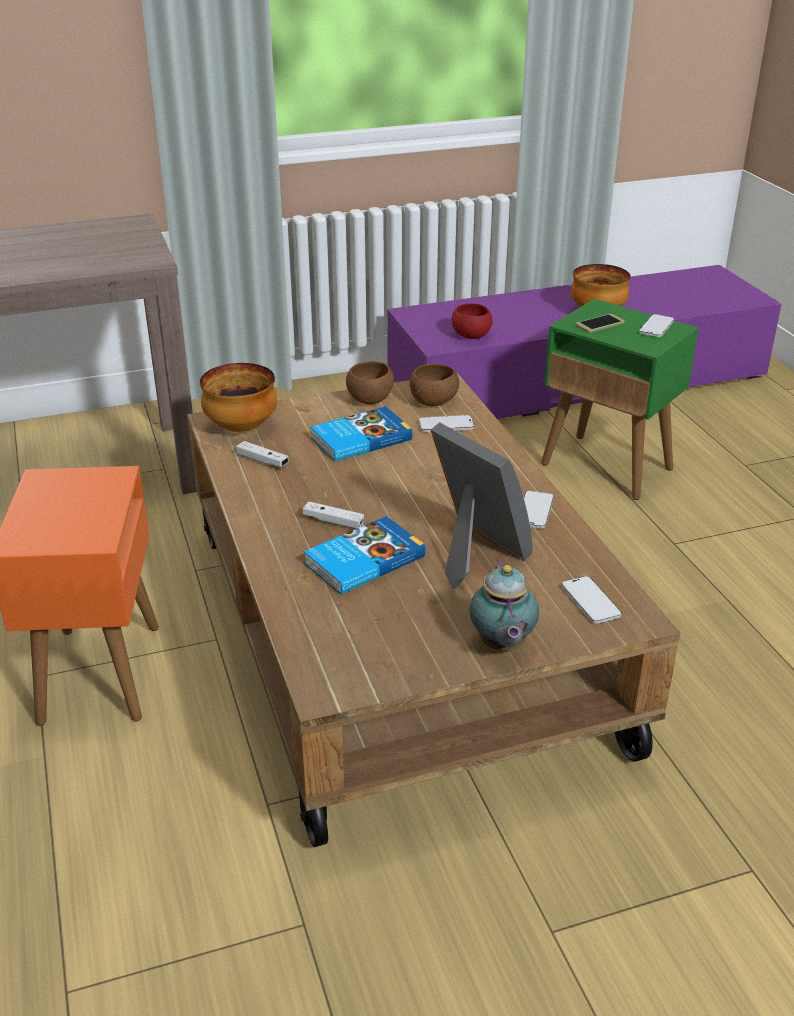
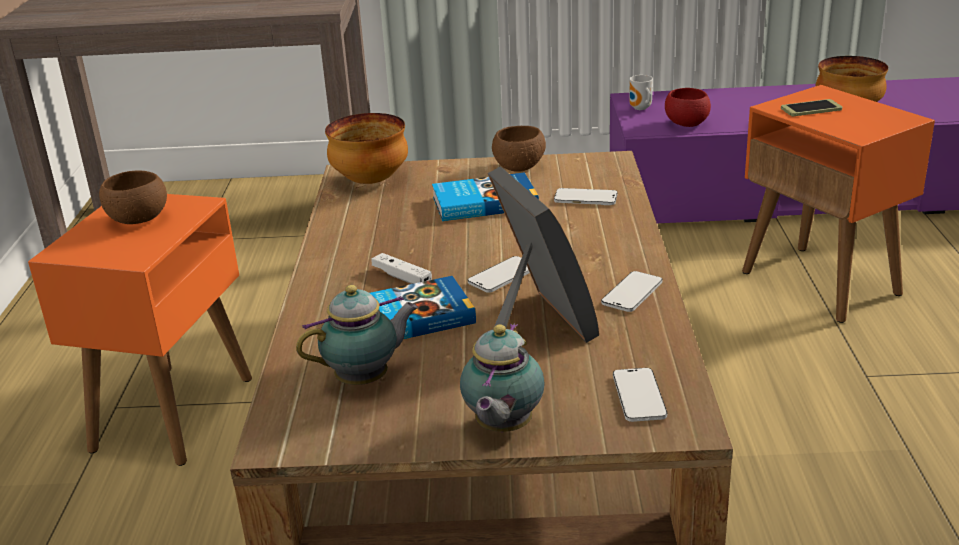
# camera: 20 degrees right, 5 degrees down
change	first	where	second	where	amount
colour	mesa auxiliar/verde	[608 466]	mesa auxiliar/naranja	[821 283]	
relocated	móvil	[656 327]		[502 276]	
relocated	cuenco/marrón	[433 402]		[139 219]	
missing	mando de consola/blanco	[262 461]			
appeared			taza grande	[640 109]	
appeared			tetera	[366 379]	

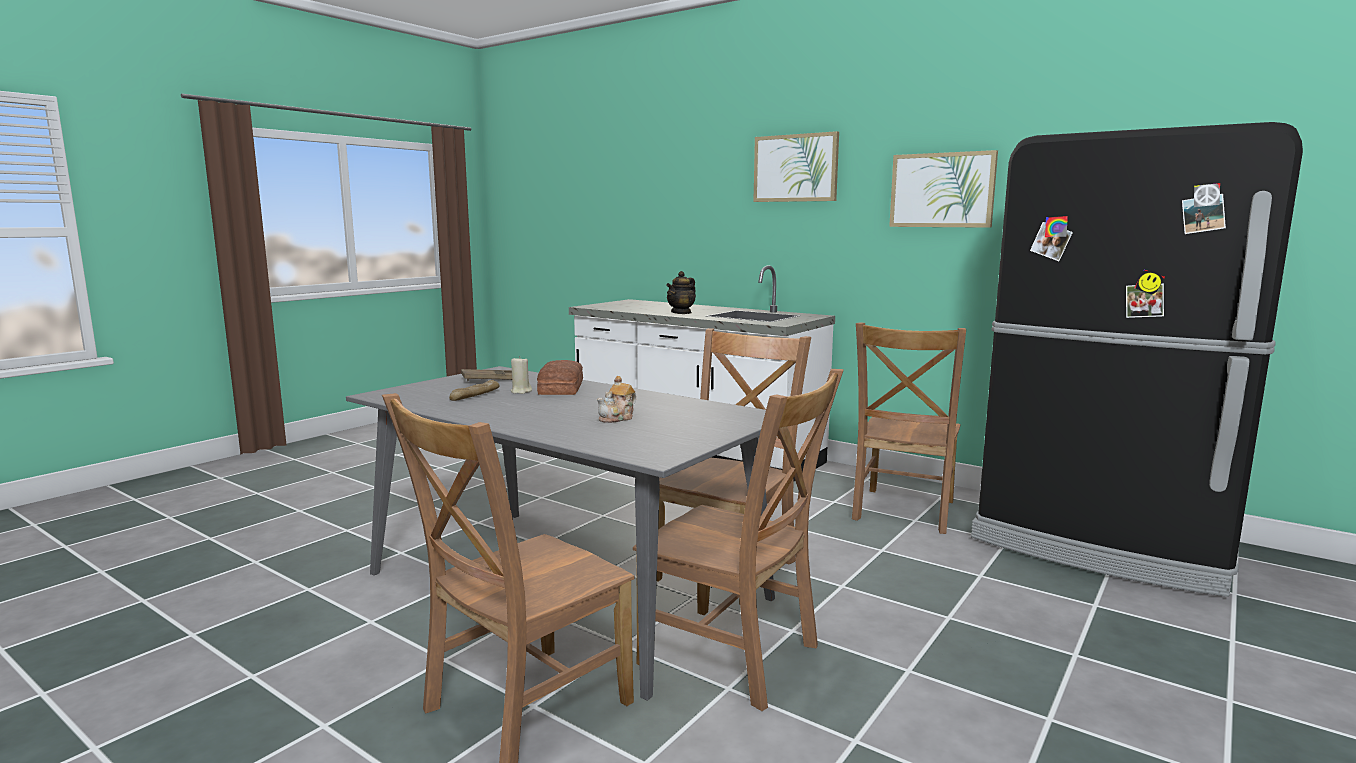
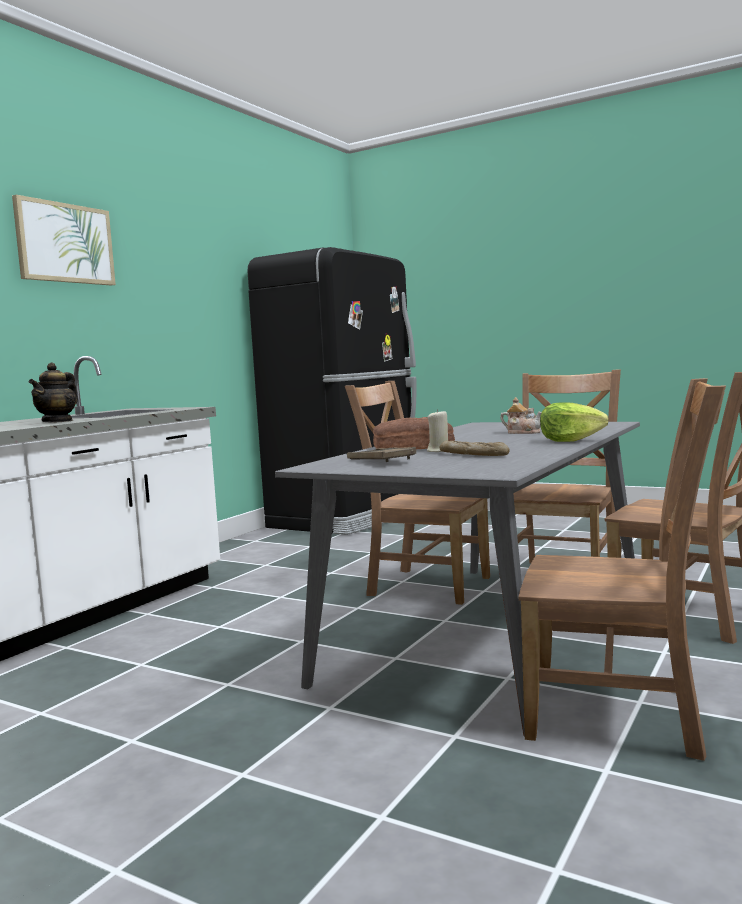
# camera: 95 degrees left, 5 degrees down
change	first	where	second	where	amount
missing	cuadro	[942 190]			
spun	tetera	[681 313]		[58 421]	75 degrees clockwise
relocated	silla/marrón	[903 512]		[622 715]	
appeared			lechuga	[570 440]	

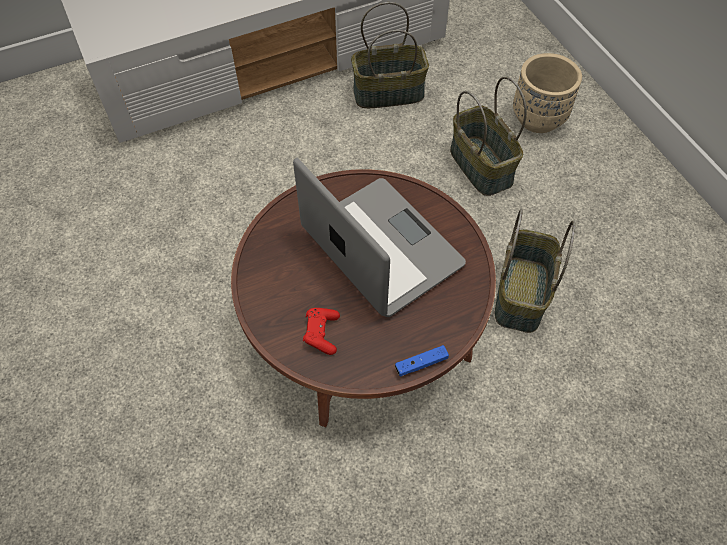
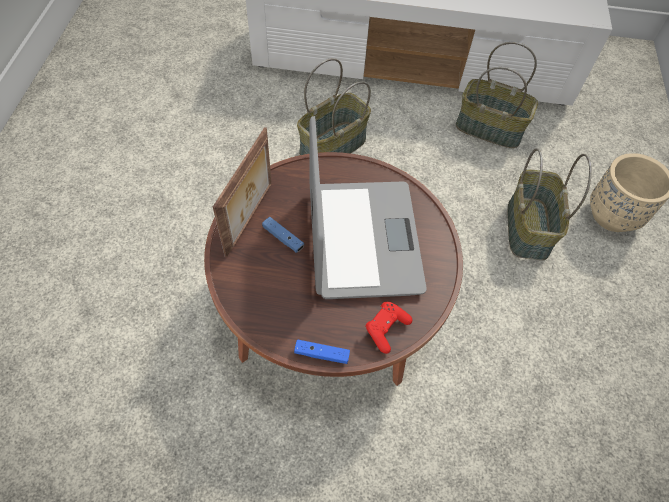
# camera: 30 degrees right, 0 degrees up
change	first	where	second	where	amount
relocated	cesta	[522 295]		[333 147]	
relocated	mando de consola/rojo	[321 334]		[386 329]	
appeared			portarretratos	[250 218]	
appeared			mando de consola/azul	[283 238]	

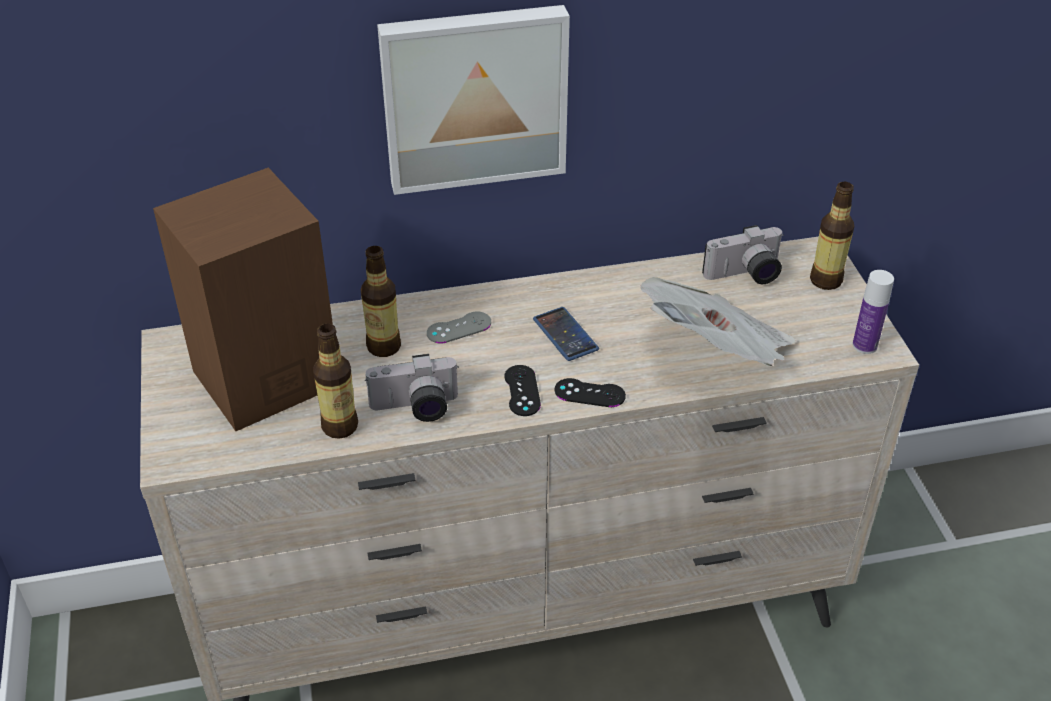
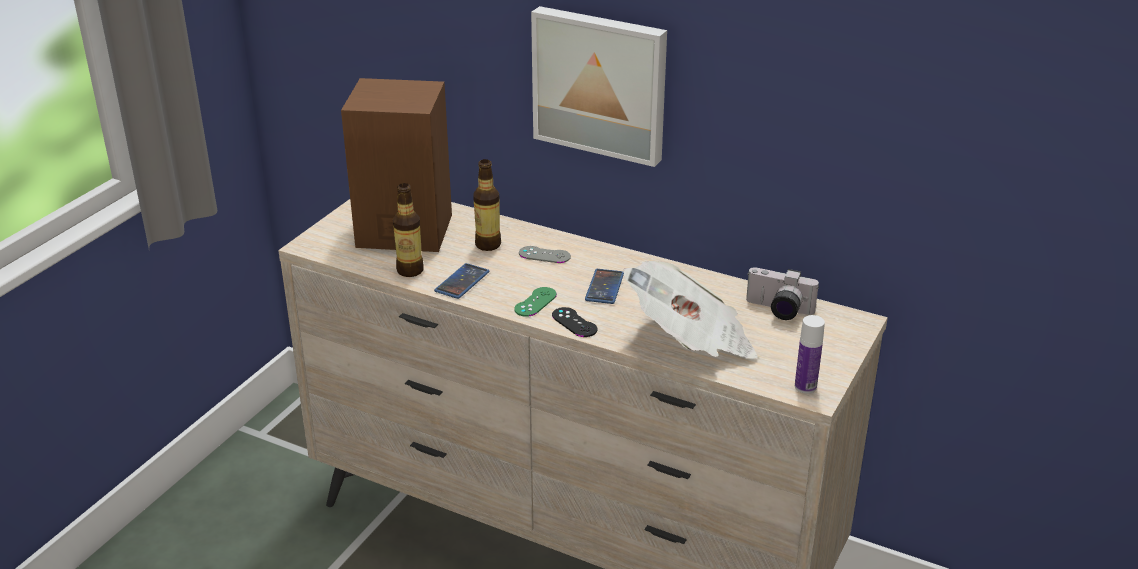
# camera: 40 degrees right, 10 degrees down
change	first	where	second	where	amount
missing	botella	[825 280]			
exchanged	cámara	[415 408]	móvil	[462 282]	
colour	mando de consola/negro	[522 391]	mando de consola/verde	[535 302]	

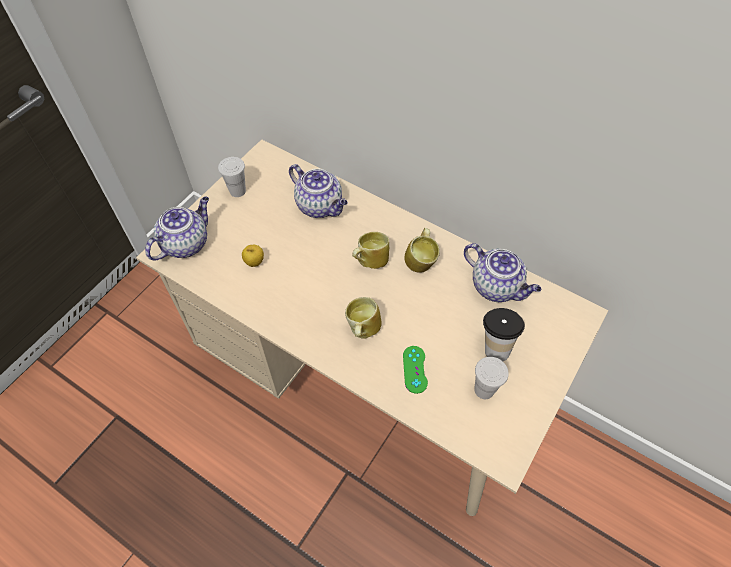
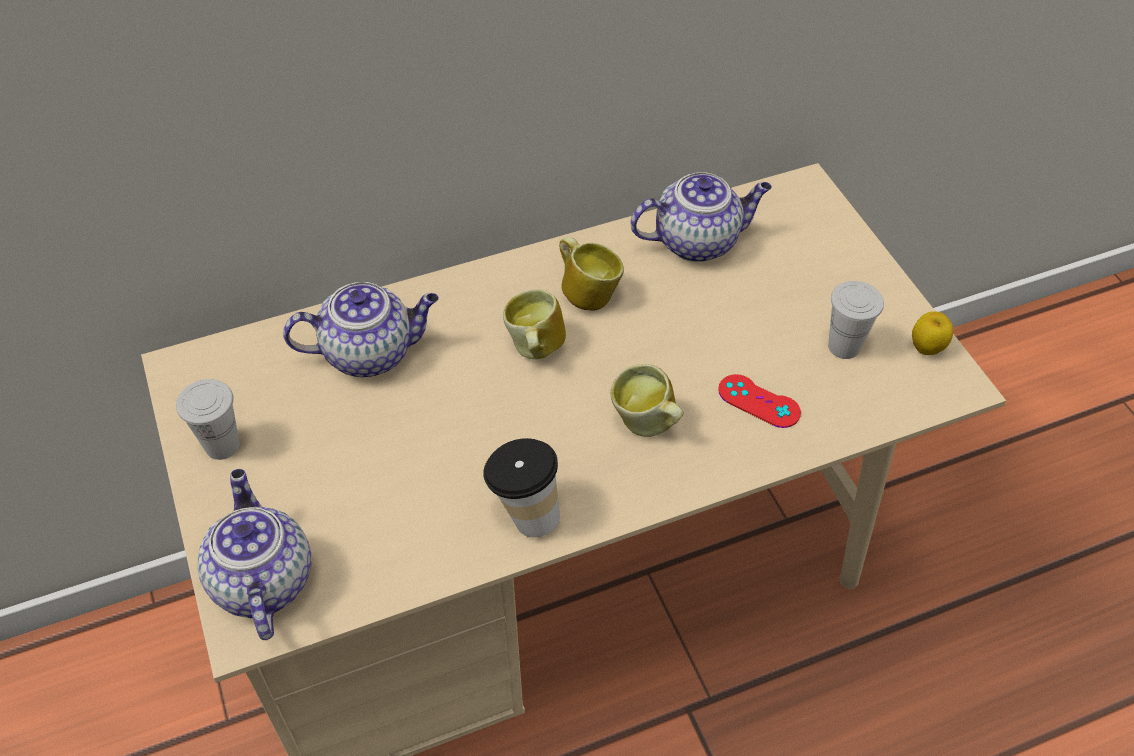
# camera: 55 degrees left, 5 degrees down
change	first	where	second	where	amount
relocated	manzana	[255 263]		[926 348]	
relocated	taza	[495 346]		[525 514]	
colour	mando de consola/verde	[415 369]	mando de consola/rojo	[759 401]	

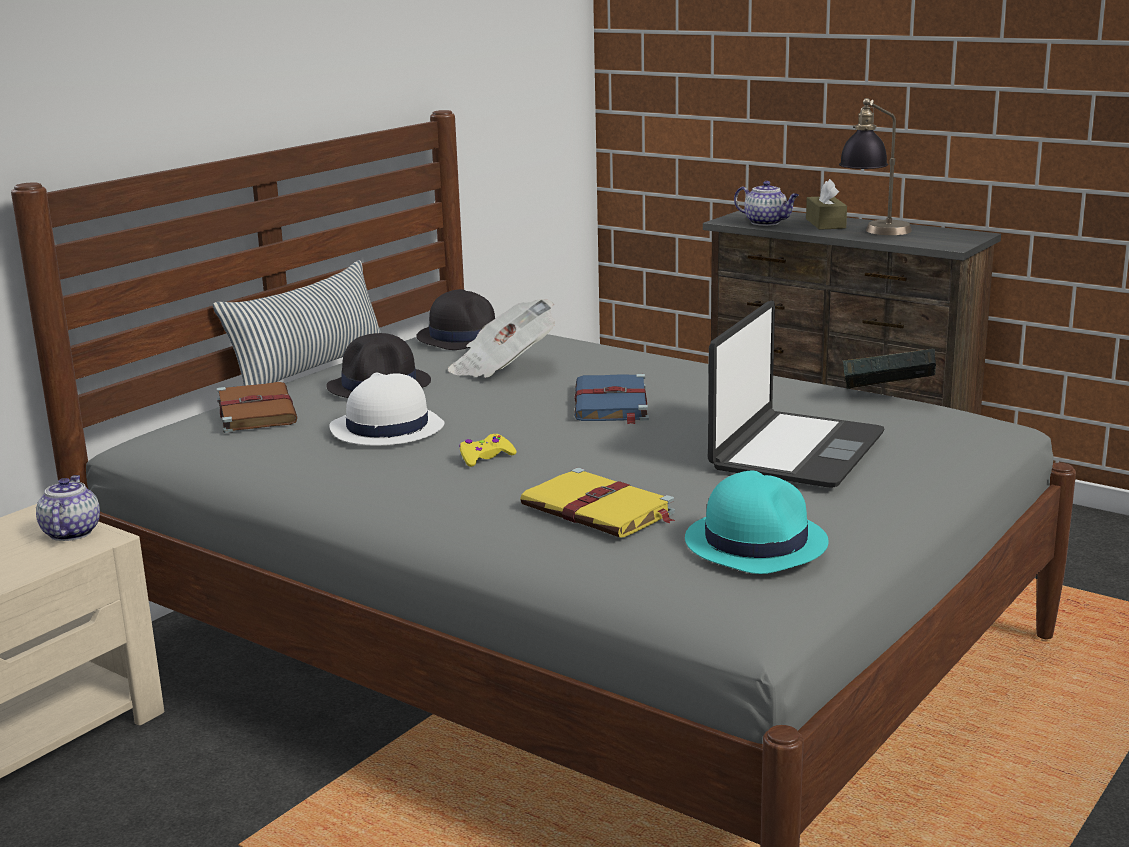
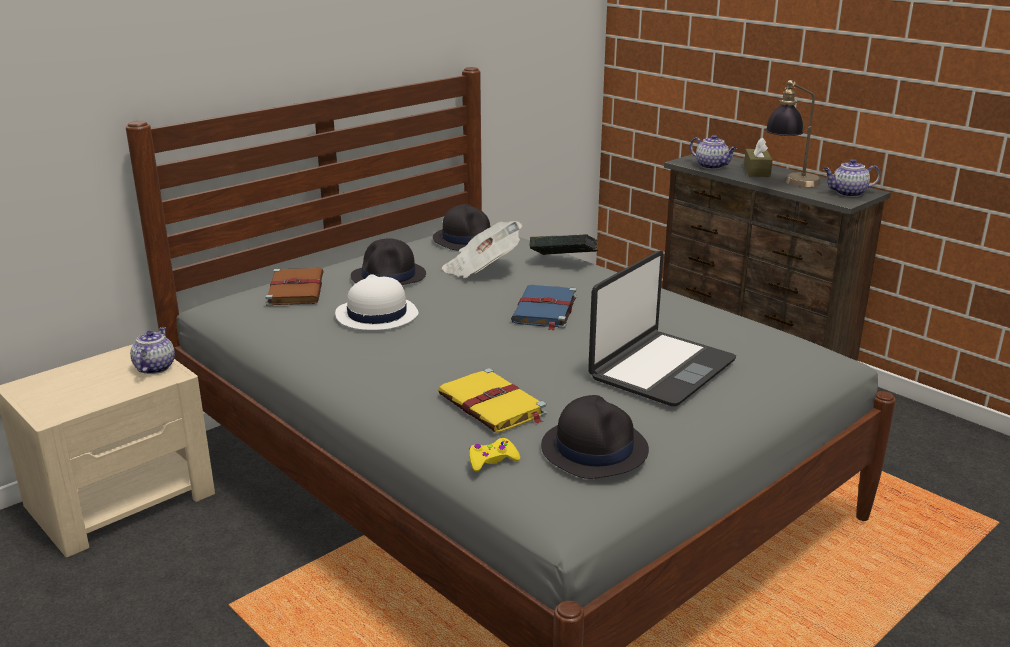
# camera: 10 degrees right, 5 degrees up
change	first	where	second	where	amount
missing	cojín	[310 369]			
relocated	libro	[887 396]		[563 262]	
relocated	mando de consola/amarillo	[485 457]		[492 460]	
colour	sombrero/turquesa	[755 542]	sombrero/negro	[594 448]	
appeared			tetera	[848 193]	

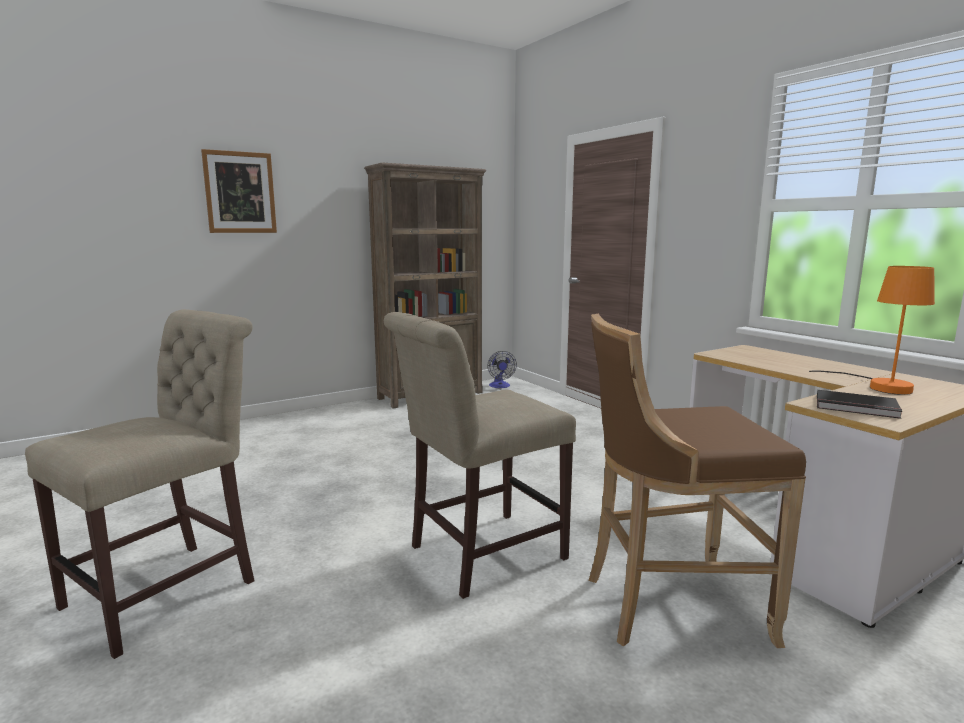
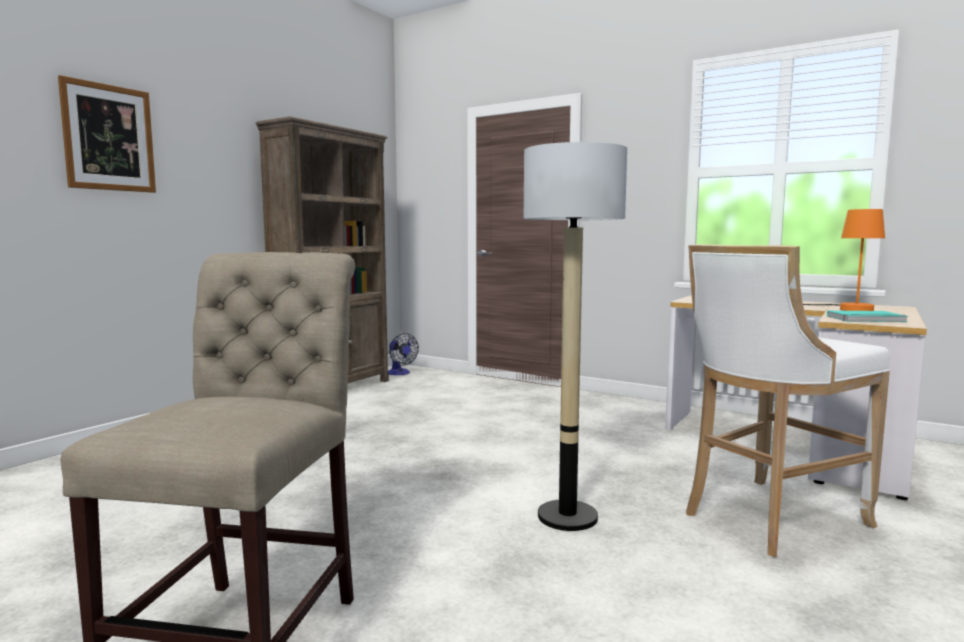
# camera: 25 degrees left, 5 degrees down
change	first	where	second	where	amount
exchanged	silla/beis	[479 554]	lámpara de pie	[567 516]	
colour	taburete/marrón	[668 605]	taburete/blanco	[767 519]	
colour	libro/negro	[856 407]	libro/turquesa	[867 319]	

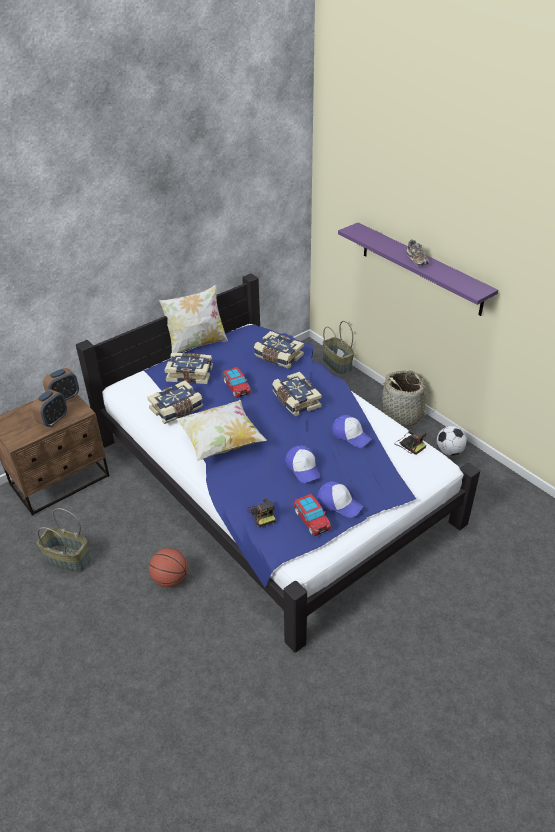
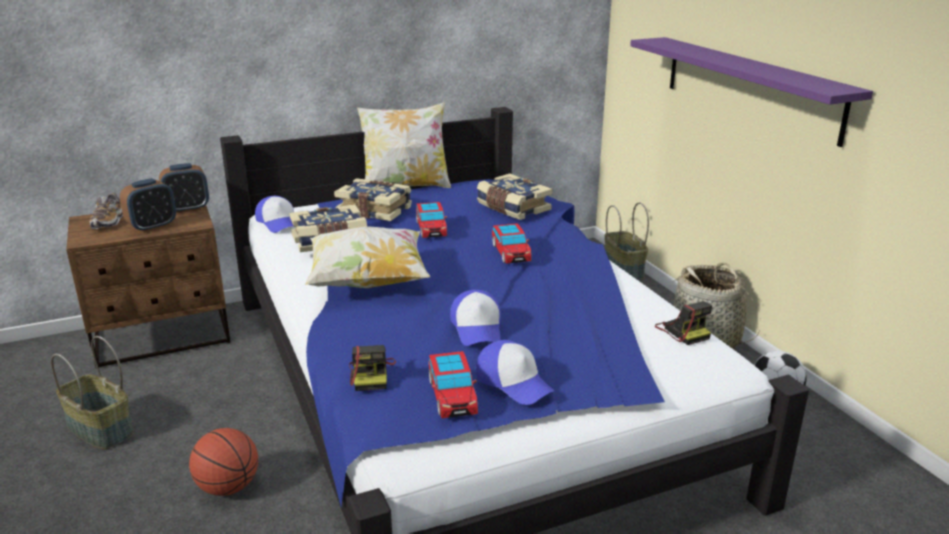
# camera: 15 degrees right, 15 degrees down
change	first	where	second	where	amount
relocated	zapato	[416 260]		[108 222]	
exchanged	libro	[295 401]	coche de juguete	[510 253]	
relocated	gorra	[351 435]		[278 223]	

